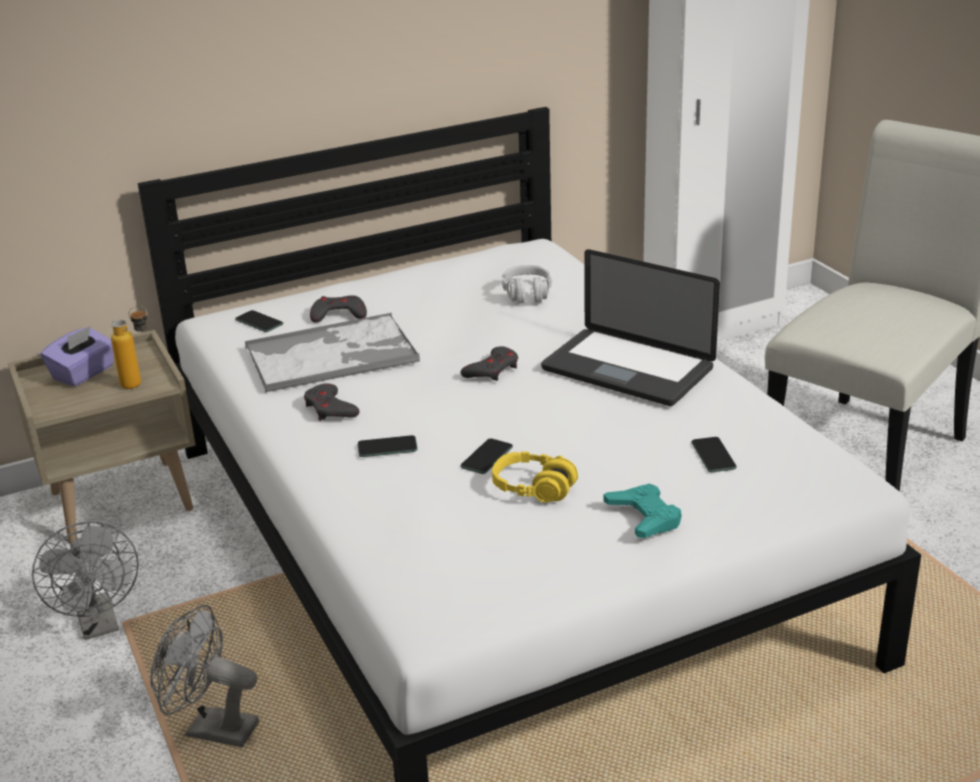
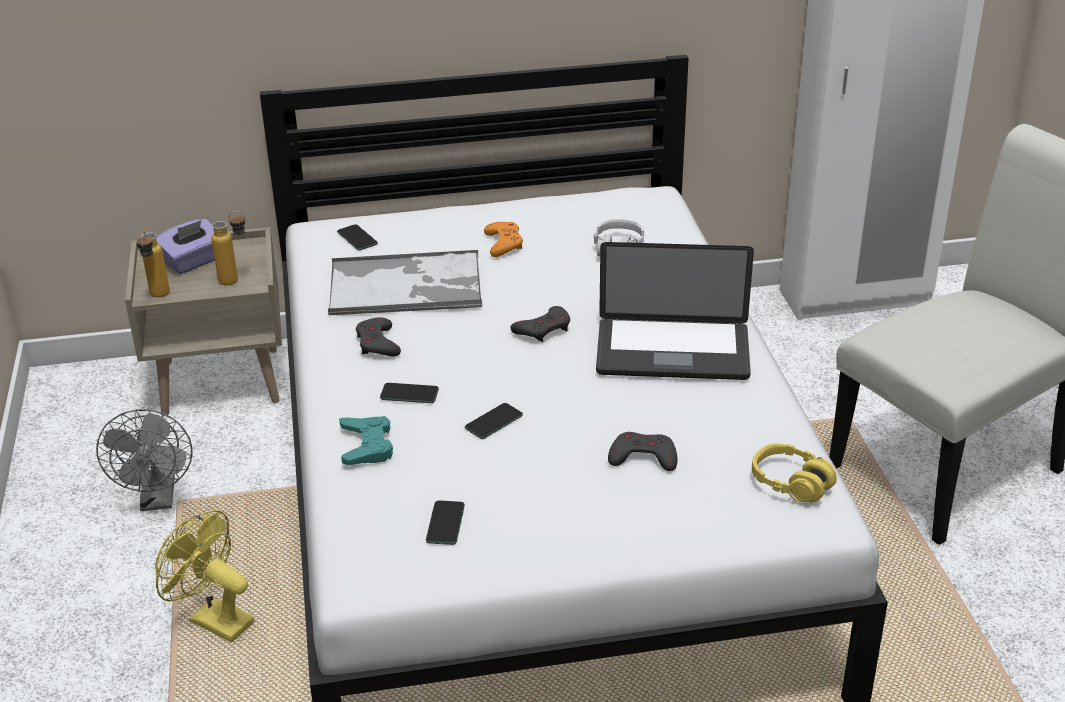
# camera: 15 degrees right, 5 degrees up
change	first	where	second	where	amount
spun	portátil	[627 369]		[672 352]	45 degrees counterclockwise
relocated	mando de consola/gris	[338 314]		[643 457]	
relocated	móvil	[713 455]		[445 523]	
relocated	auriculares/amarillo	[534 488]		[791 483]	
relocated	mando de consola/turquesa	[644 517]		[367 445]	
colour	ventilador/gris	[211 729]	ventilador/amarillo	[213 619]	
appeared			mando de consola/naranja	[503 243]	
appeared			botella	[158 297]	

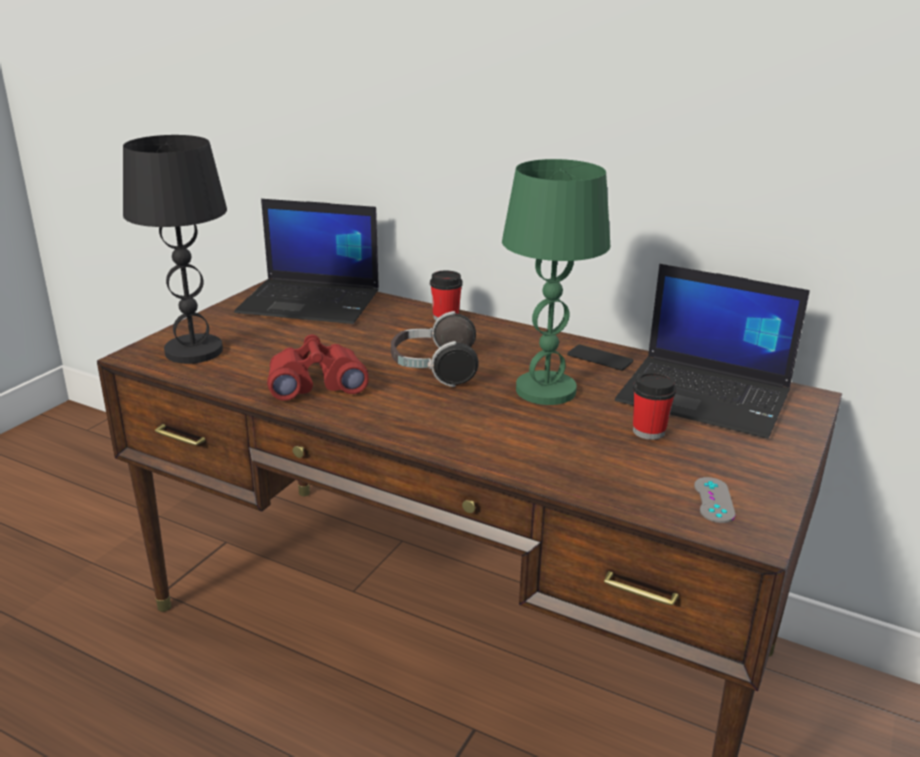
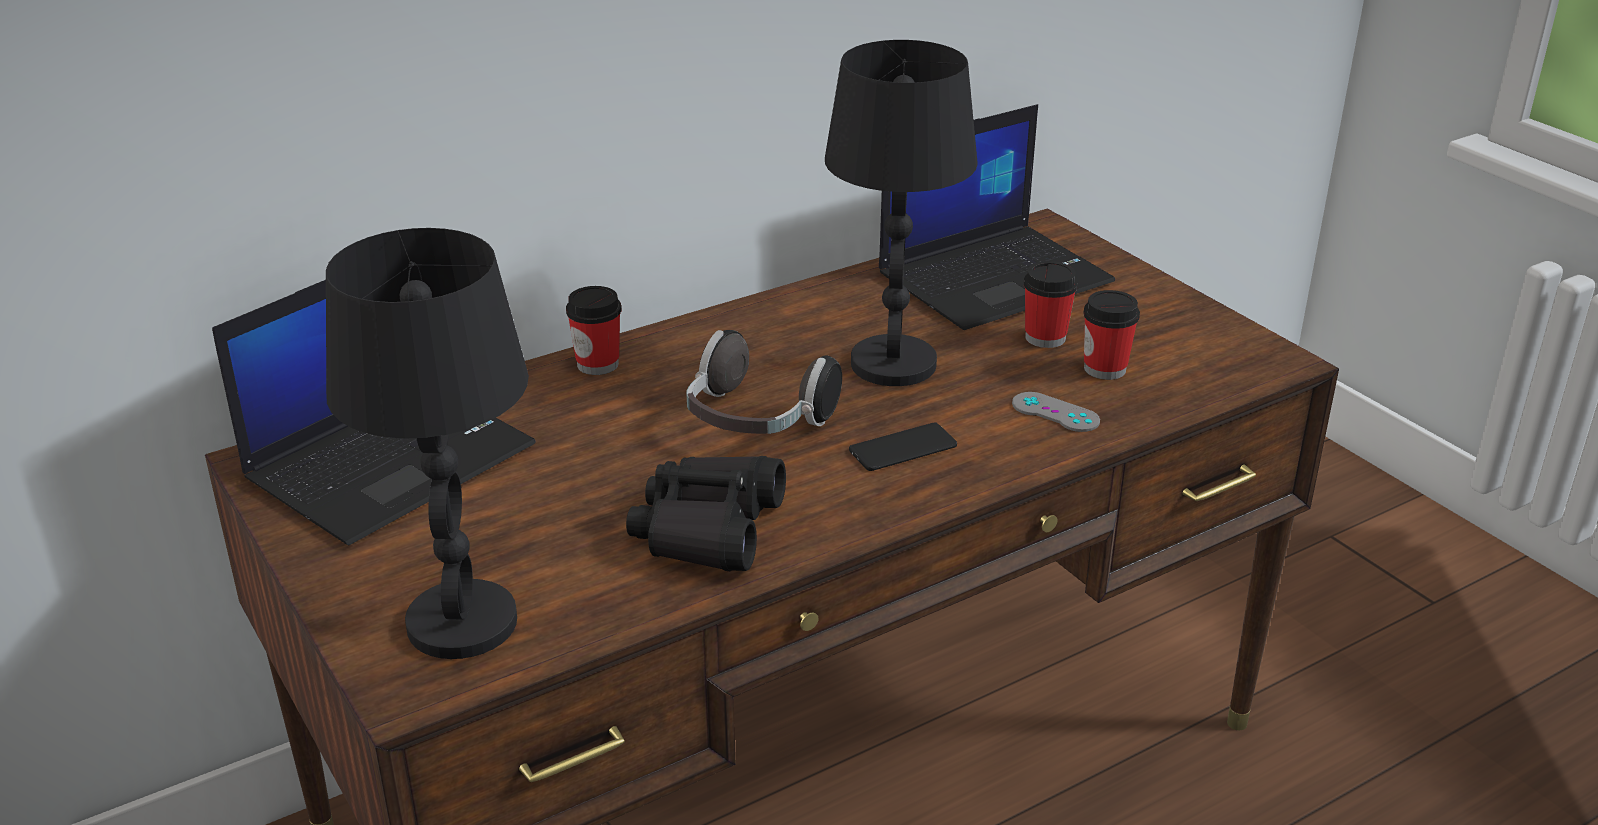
# camera: 60 degrees left, 5 degrees up
change	first	where	second	where	amount
colour	lámpara de mesa/verde	[545 391]	lámpara de mesa/negro	[894 364]	
colour	prismáticos/rojo	[316 383]	prismáticos/negro	[708 529]	
relocated	móvil	[600 358]		[903 448]	
relocated	mando de consola/gris	[714 500]		[1055 412]	
appeared			taza	[1105 369]	

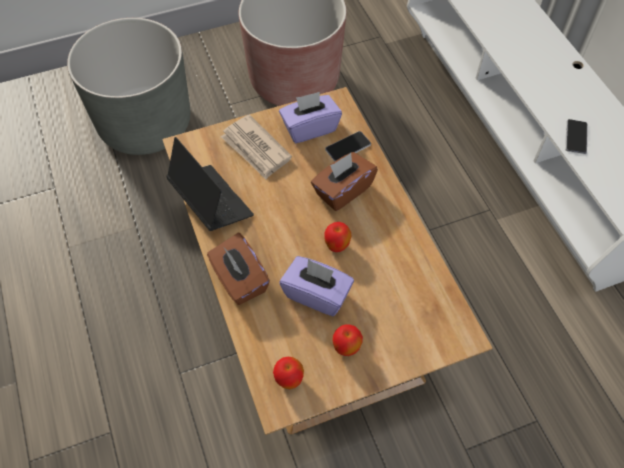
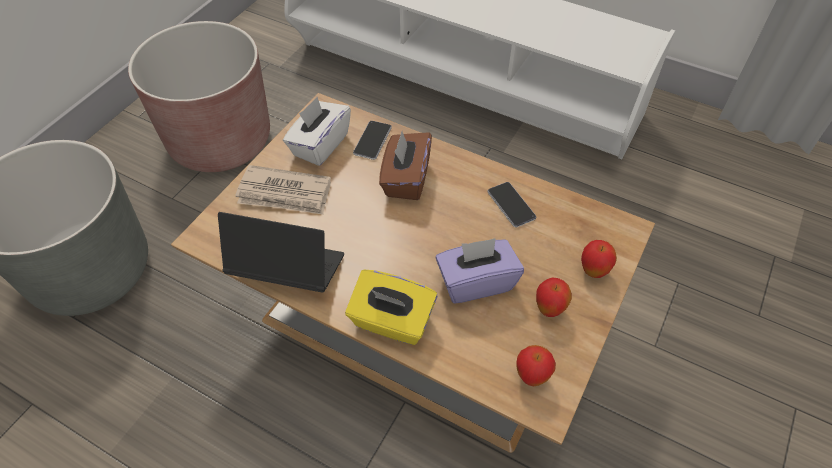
# camera: 40 degrees left, 5 degrees down
change	first	where	second	where	amount
colour	caja de pañuelos/morado	[309 128]	caja de pañuelos/blanco	[320 145]	
relocated	móvil	[576 137]		[511 205]	
relocated	manzana	[337 246]		[593 271]	
colour	caja de pañuelos/marrón	[239 280]	caja de pañuelos/amarillo	[391 322]	

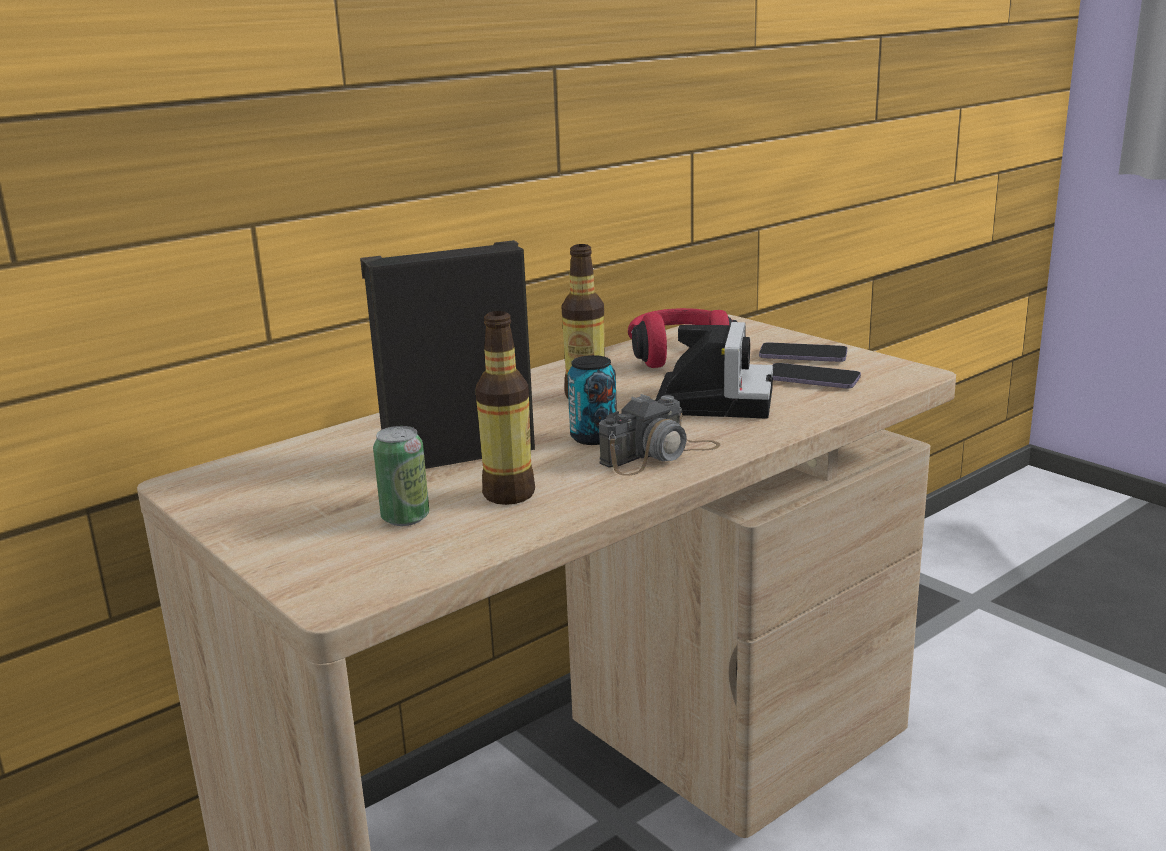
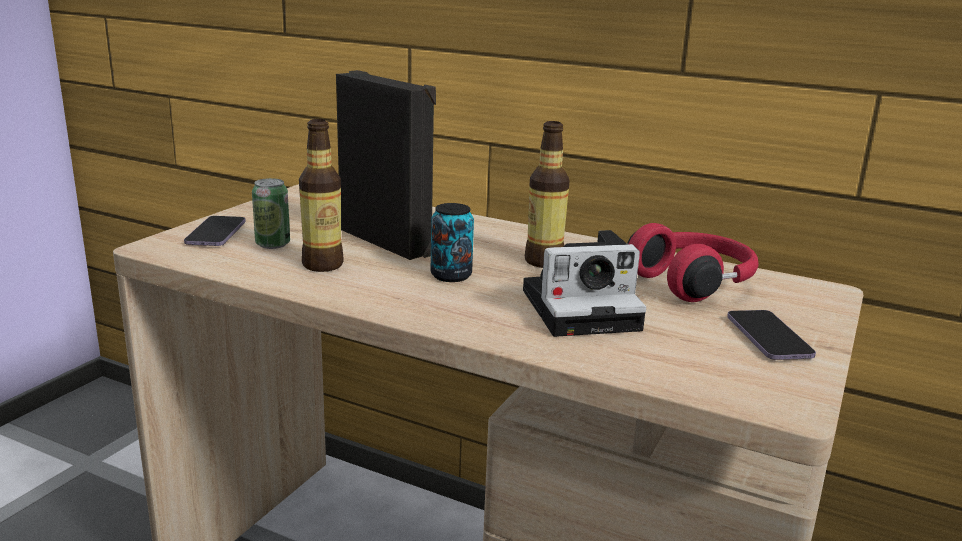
# camera: 65 degrees right, 0 degrees up
change	first	where	second	where	amount
relocated	móvil	[812 379]		[216 233]	
missing	cámara	[660 454]			

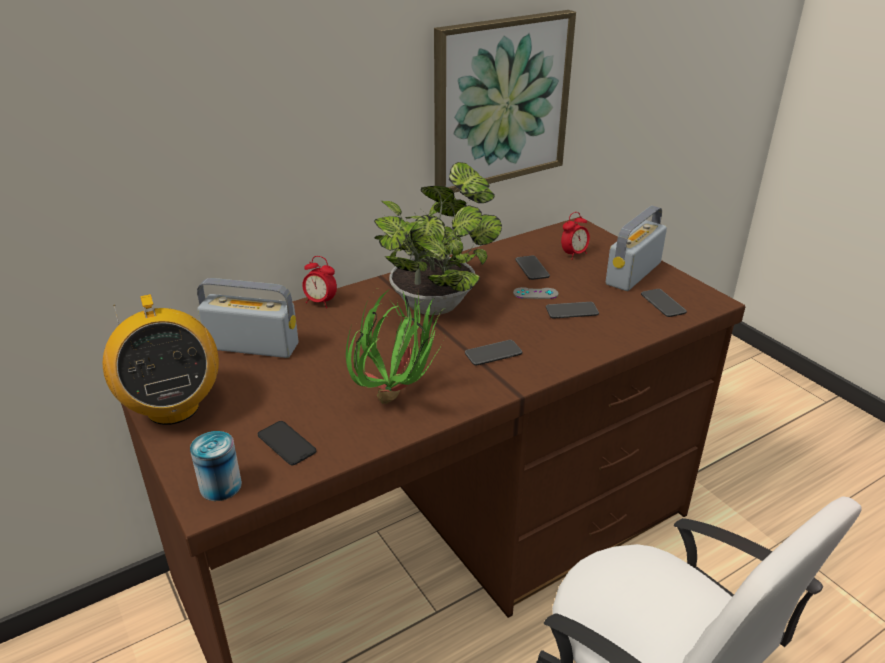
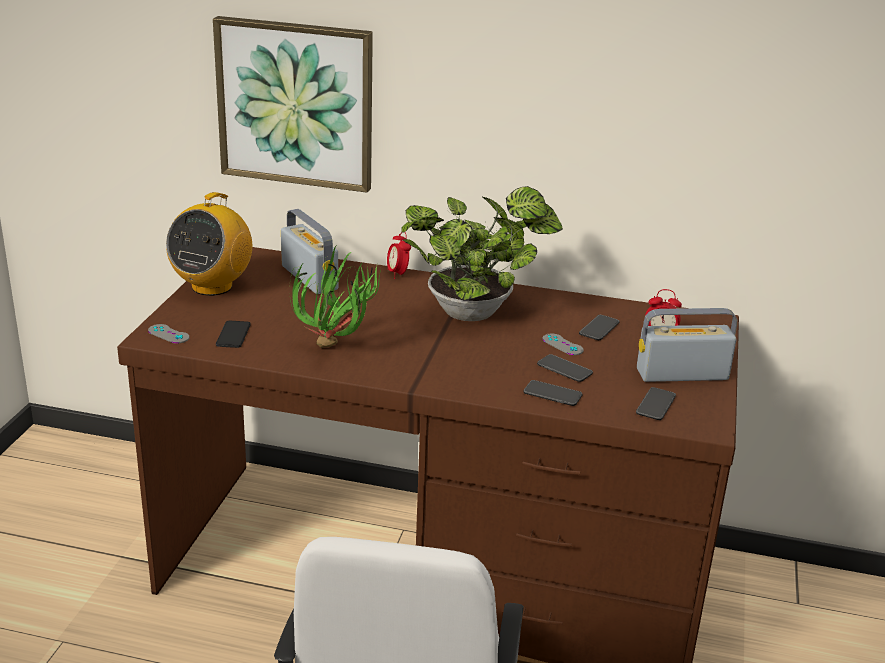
# camera: 45 degrees right, 5 degrees down
change	first	where	second	where	amount
relocated	cuadro	[500 101]		[296 103]	
relocated	móvil	[493 353]		[552 394]	
exchanged	lata	[220 486]	mando de consola/gris	[168 334]	

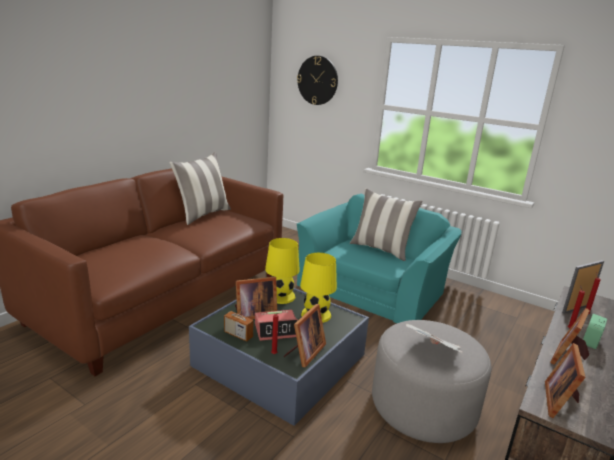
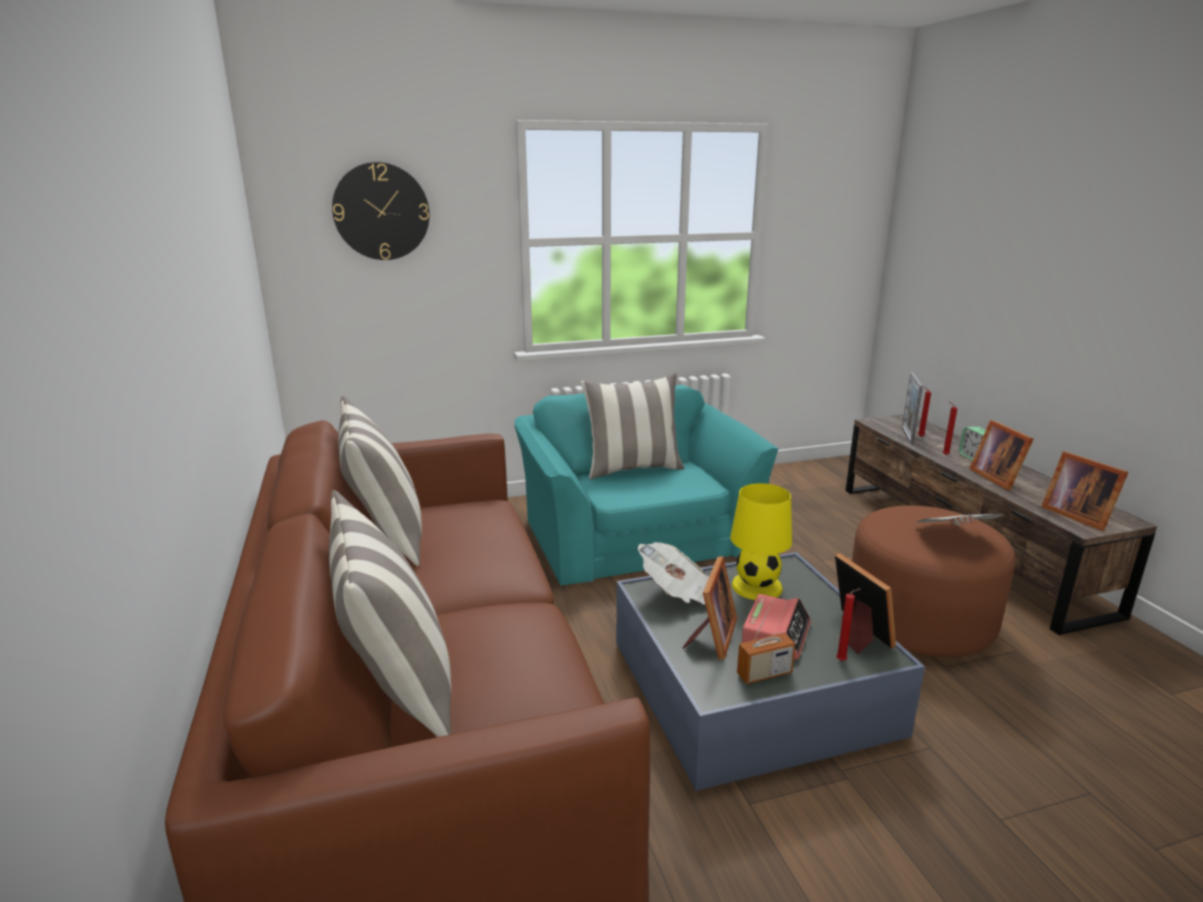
# camera: 50 degrees left, 0 degrees up
change	first	where	second	where	amount
exchanged	lámpara de mesa/amarillo	[281 296]	periódico	[678 594]	
colour	puf/gris	[422 407]	puf/marrón	[919 620]	
appeared			cojín	[398 689]	

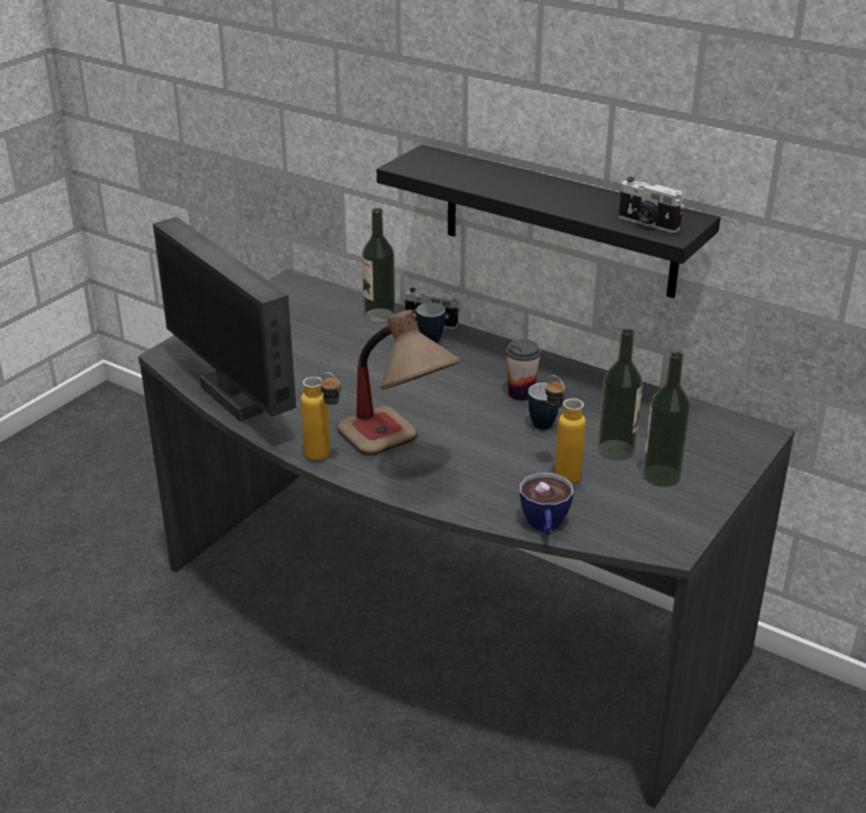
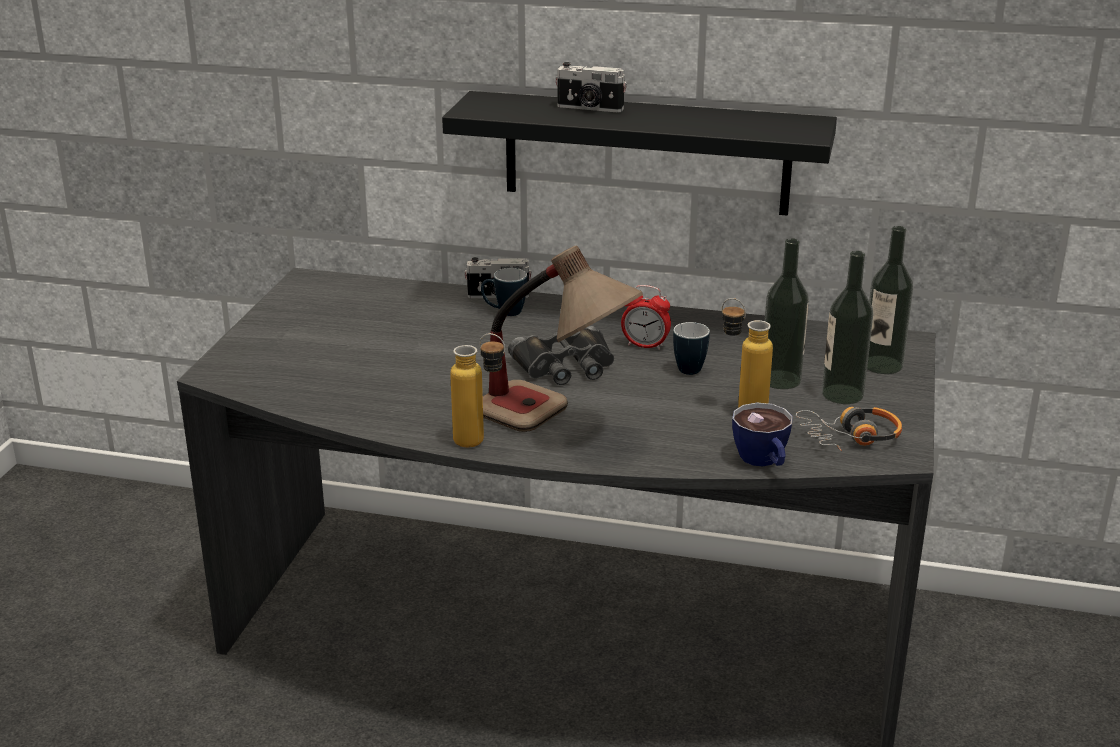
# camera: 20 degrees left, 5 degrees down
change	first	where	second	where	amount
relocated	cámara	[647 224]		[589 108]	
relocated	botella	[379 315]		[882 365]	
missing	monitor	[234 398]			
exchanged	taza	[521 393]	despertador	[645 345]	
appeared			prismáticos/negro	[565 366]	
appeared			auriculares	[850 437]	

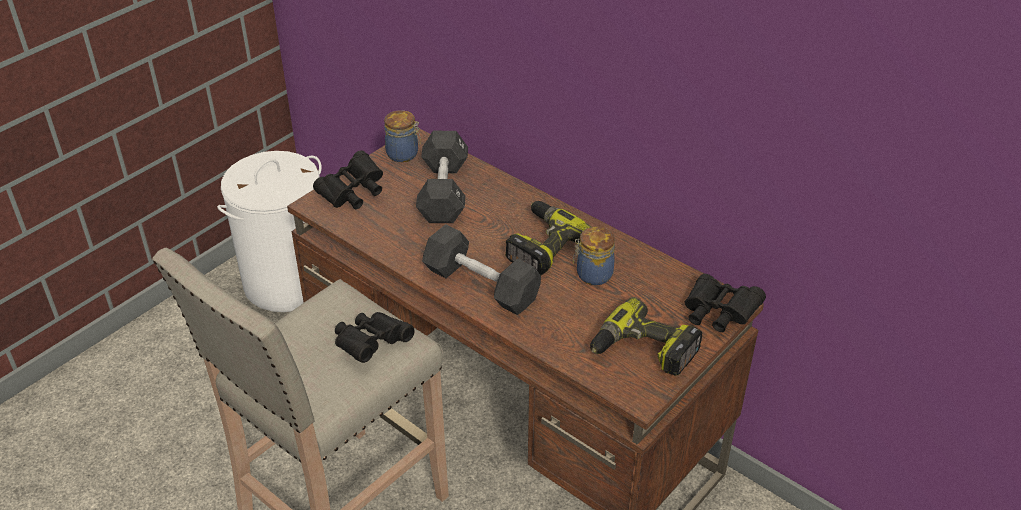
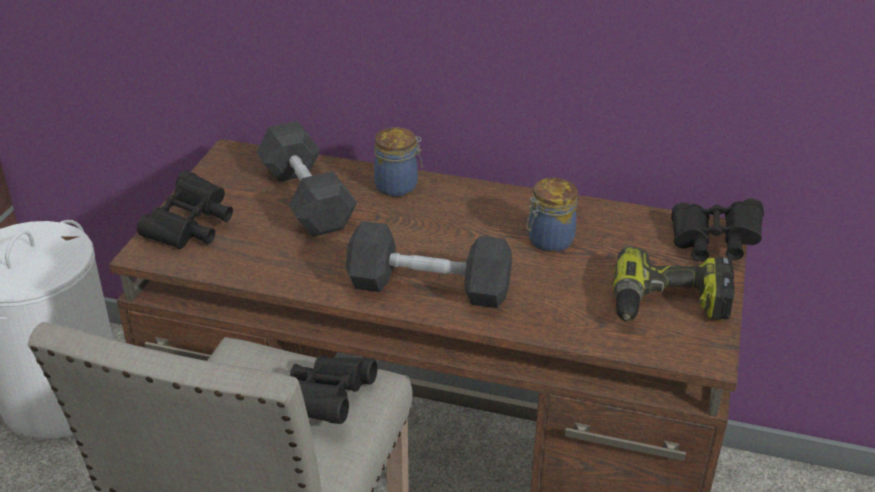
# camera: 25 degrees left, 5 degrees down
change	first	where	second	where	amount
relocated	tarro	[404 154]		[398 187]	
missing	taladro	[542 246]			

